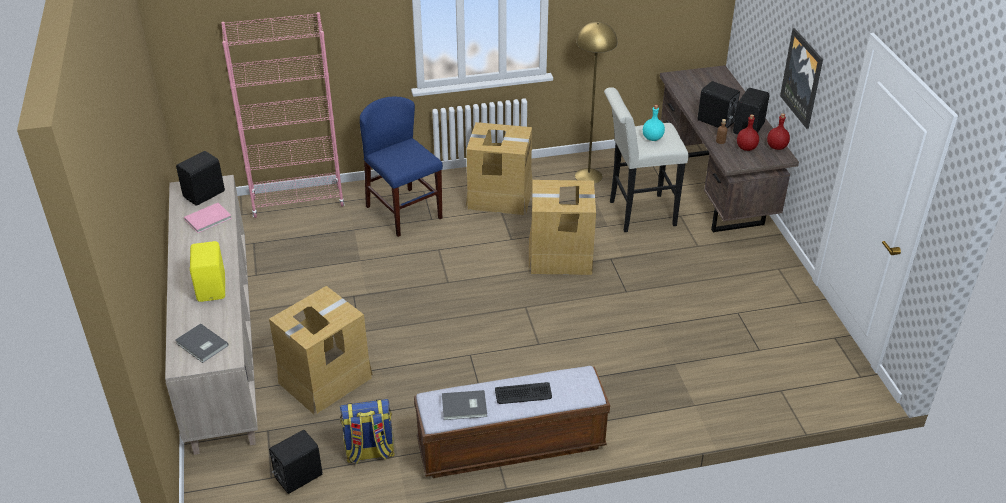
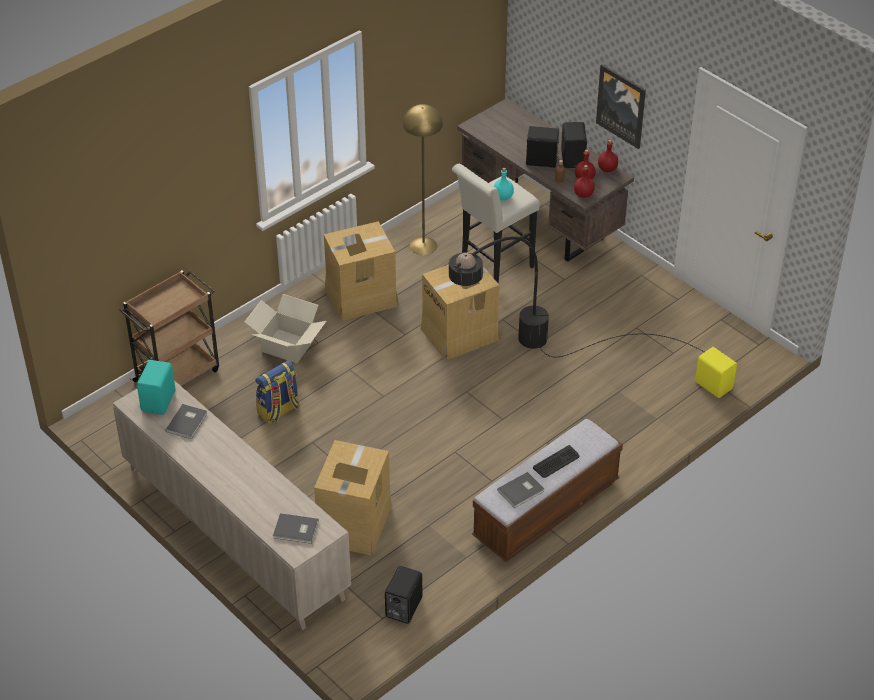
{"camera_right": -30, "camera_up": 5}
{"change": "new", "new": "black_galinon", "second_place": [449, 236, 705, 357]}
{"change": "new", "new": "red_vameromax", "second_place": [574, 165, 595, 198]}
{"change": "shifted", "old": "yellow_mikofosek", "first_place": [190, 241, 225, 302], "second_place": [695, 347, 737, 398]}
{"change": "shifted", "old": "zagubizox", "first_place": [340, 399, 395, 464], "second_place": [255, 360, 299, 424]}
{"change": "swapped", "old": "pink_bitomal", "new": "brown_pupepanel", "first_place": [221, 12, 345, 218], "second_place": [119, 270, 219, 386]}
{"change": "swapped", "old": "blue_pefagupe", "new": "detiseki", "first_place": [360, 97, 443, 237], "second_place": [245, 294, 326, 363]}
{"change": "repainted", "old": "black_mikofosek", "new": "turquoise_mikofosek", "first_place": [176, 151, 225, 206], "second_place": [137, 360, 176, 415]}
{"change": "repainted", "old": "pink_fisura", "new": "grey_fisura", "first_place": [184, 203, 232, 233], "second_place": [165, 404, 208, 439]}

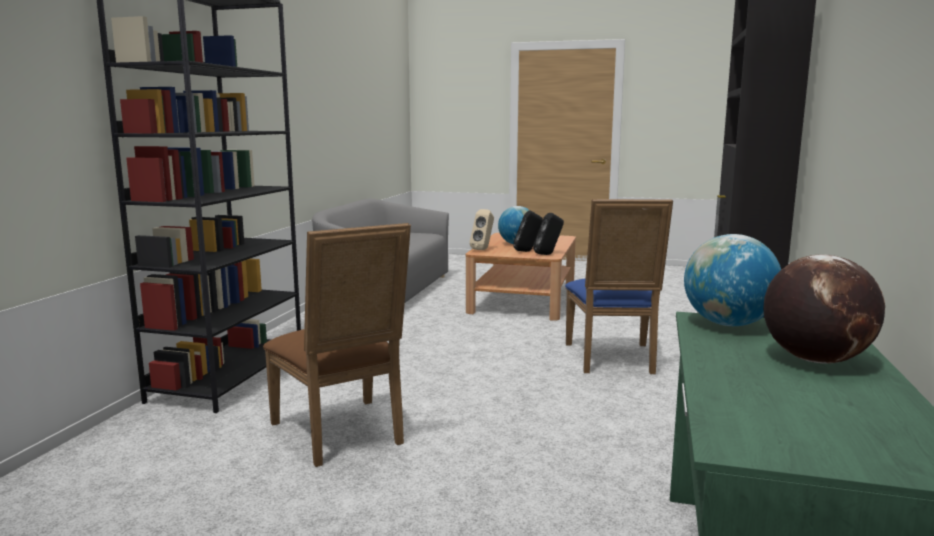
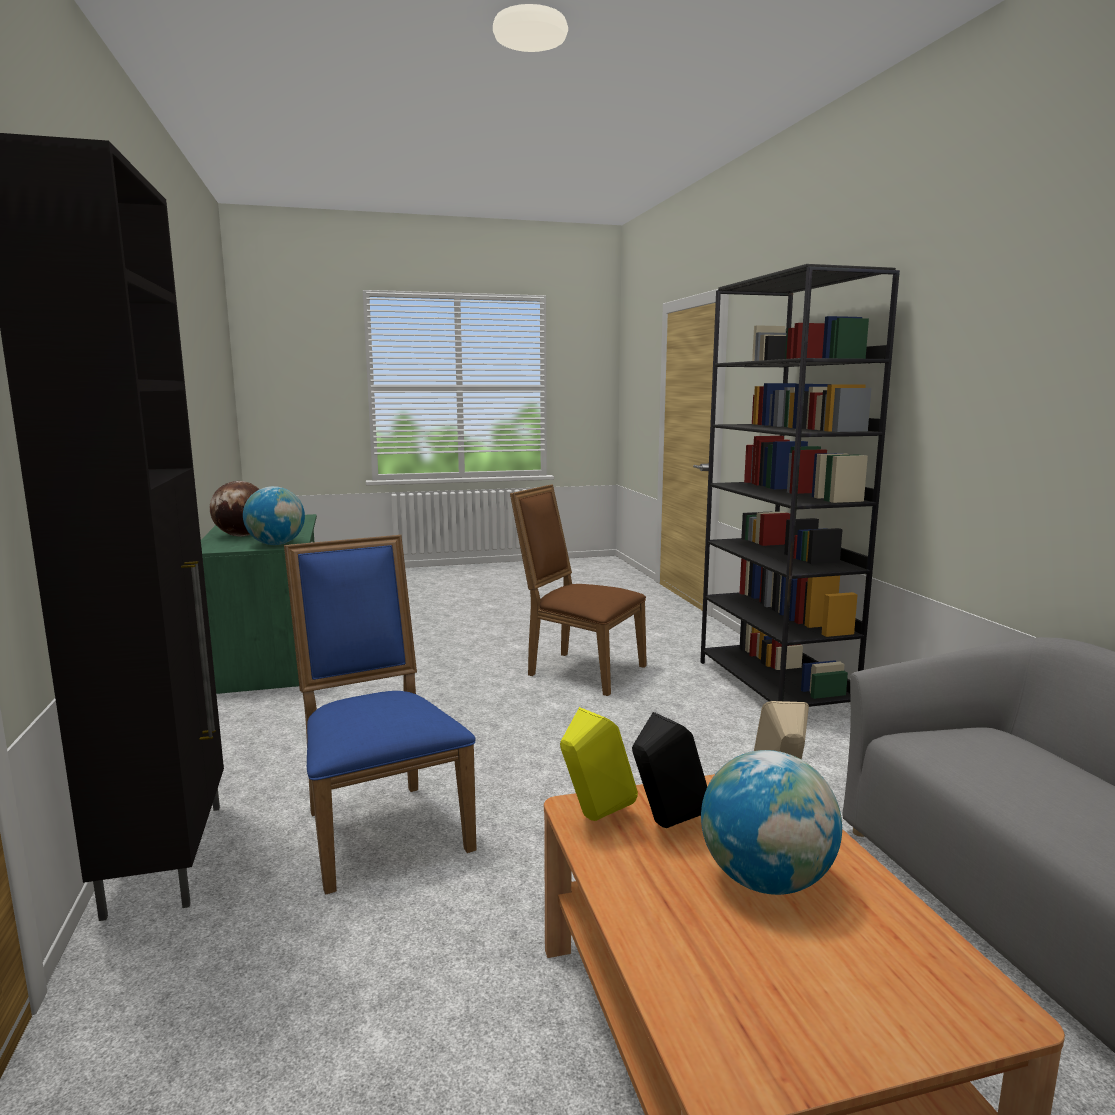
{"camera_right": 150, "camera_up": 0}
{"change": "repainted", "old": "black_mikofosek", "new": "yellow_mikofosek", "first_place": [533, 213, 564, 255], "second_place": [560, 707, 638, 821]}

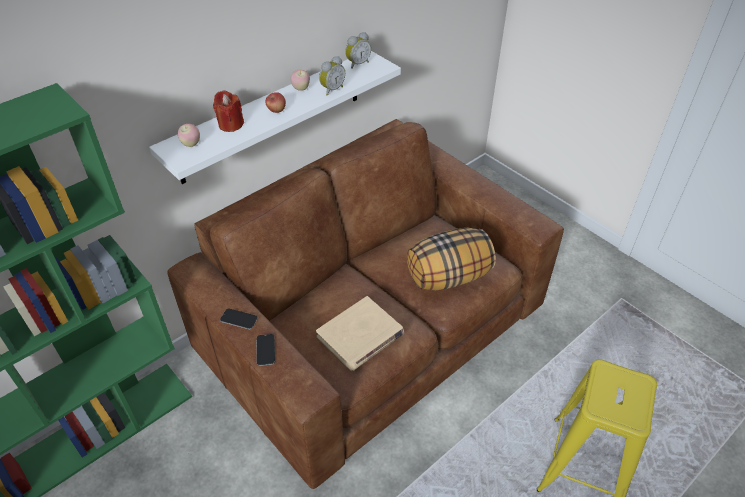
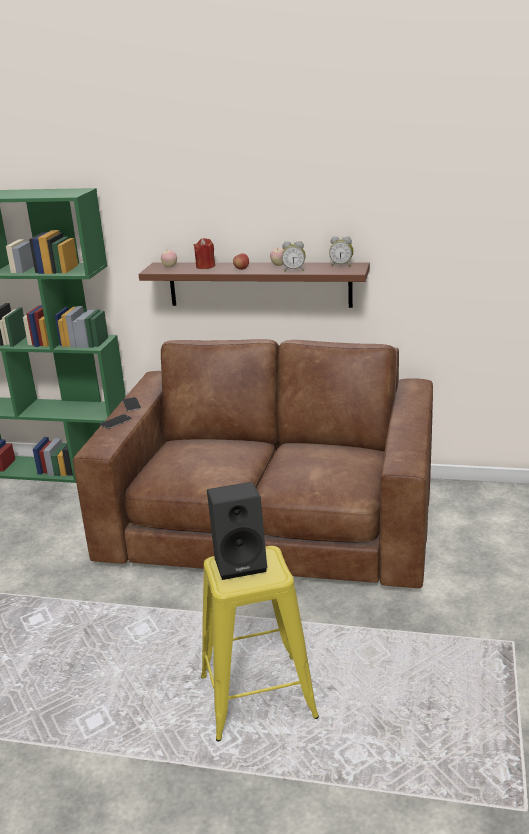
{"camera_right": 55, "camera_up": -20}
{"change": "gone", "old": "beige_fisura", "first_place": [316, 296, 404, 371]}
{"change": "gone", "old": "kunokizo", "first_place": [407, 227, 496, 291]}
{"change": "new", "new": "black_mikofosek", "second_place": [207, 482, 267, 580]}
{"change": "repainted", "old": "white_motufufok", "new": "brown_motufufok", "first_place": [149, 51, 401, 184], "second_place": [139, 262, 370, 308]}

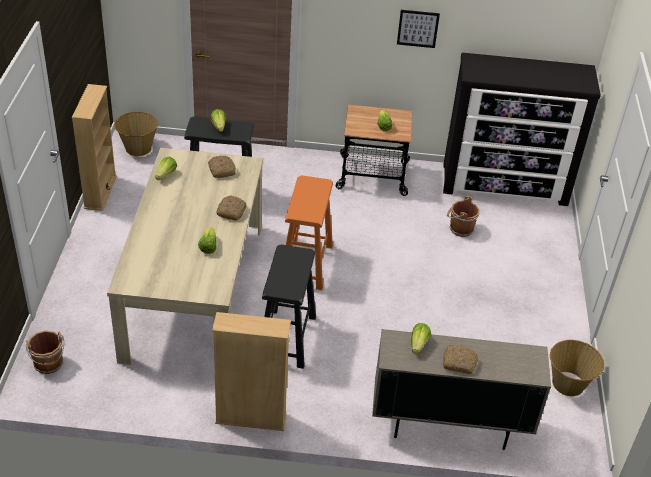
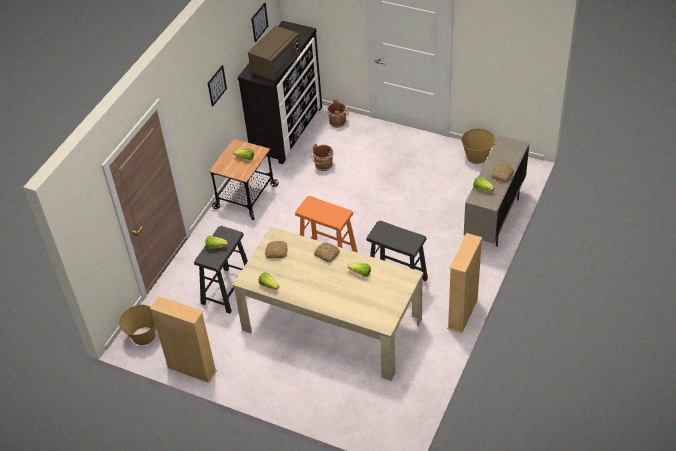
{"camera_right": -65, "camera_up": 5}
{"change": "new", "new": "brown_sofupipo", "second_place": [248, 26, 301, 81]}
{"change": "new", "new": "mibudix", "second_place": [251, 2, 268, 42]}
{"change": "shifted", "old": "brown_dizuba", "first_place": [26, 331, 64, 374], "second_place": [327, 99, 349, 128]}

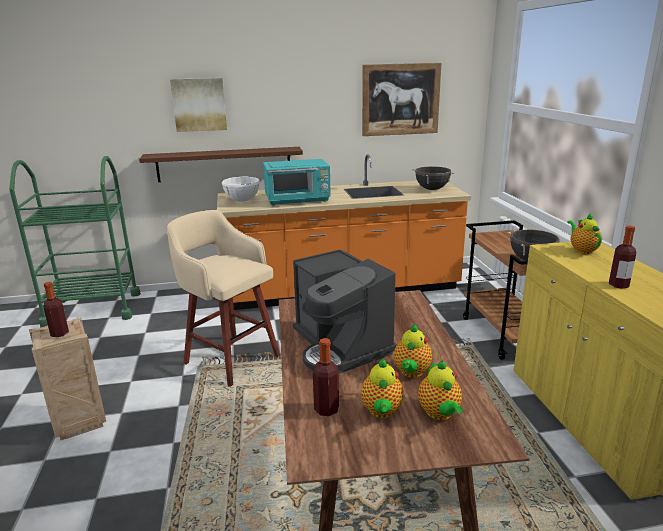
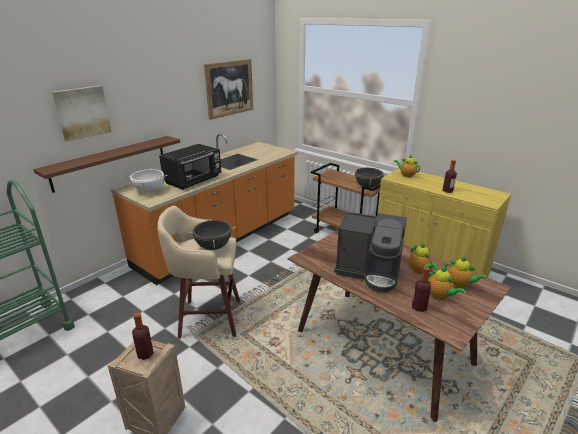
{"camera_right": -40, "camera_up": 5}
{"change": "shifted", "old": "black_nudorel", "first_place": [412, 166, 455, 190], "second_place": [188, 219, 236, 250]}
{"change": "repainted", "old": "turquoise_sofupipo", "new": "black_sofupipo", "first_place": [263, 159, 331, 206], "second_place": [159, 144, 221, 190]}

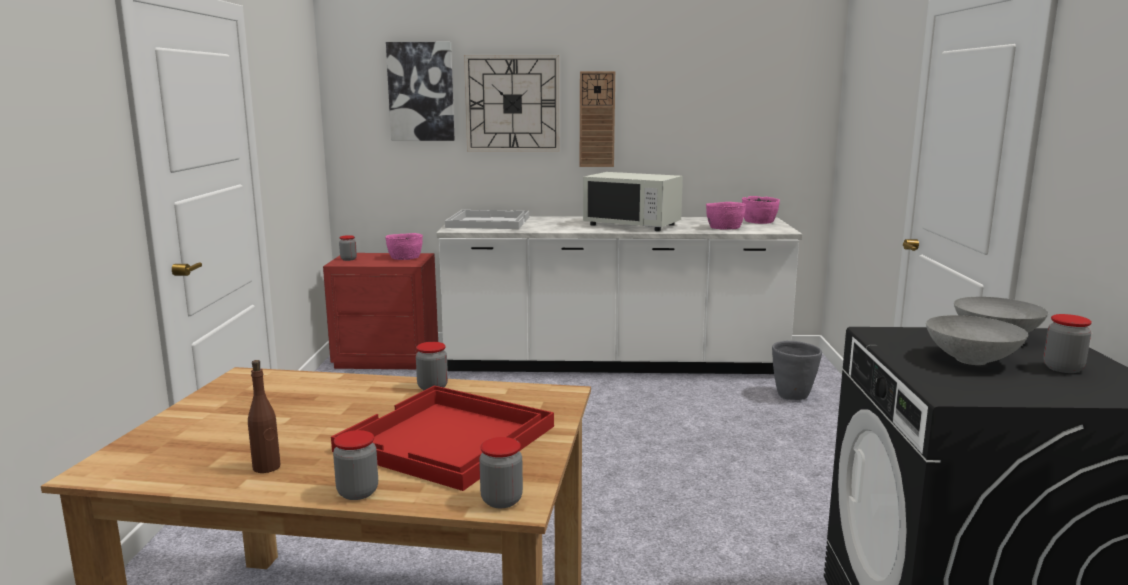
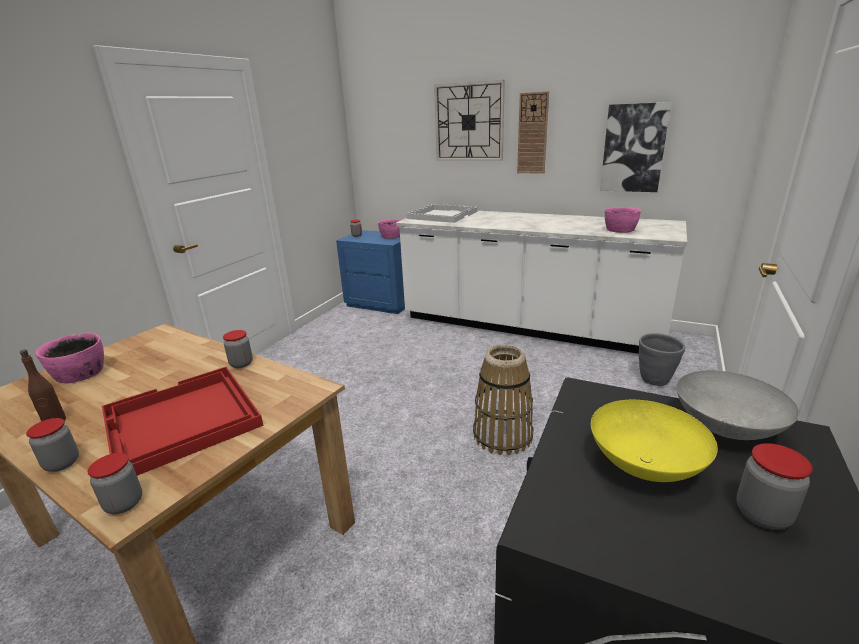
{"camera_right": 25, "camera_up": 10}
{"change": "gone", "old": "white_sofupipo", "first_place": [583, 172, 683, 231]}
{"change": "new", "new": "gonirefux", "second_place": [473, 345, 534, 455]}
{"change": "shifted", "old": "mibudix", "first_place": [386, 42, 455, 141], "second_place": [600, 102, 671, 192]}
{"change": "shifted", "old": "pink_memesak", "first_place": [742, 196, 780, 224], "second_place": [35, 333, 104, 383]}
{"change": "repainted", "old": "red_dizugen", "new": "blue_dizugen", "first_place": [323, 253, 438, 369], "second_place": [336, 230, 405, 314]}
{"change": "repainted", "old": "grey_memesak", "new": "yellow_memesak", "first_place": [926, 315, 1028, 365], "second_place": [591, 400, 718, 482]}

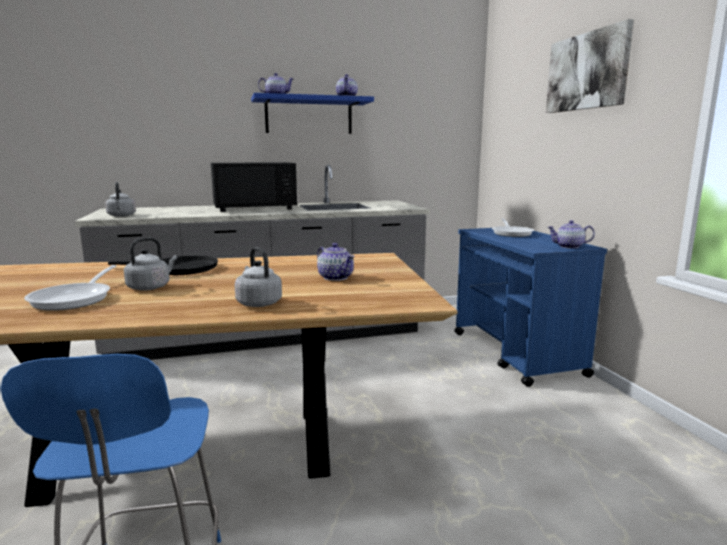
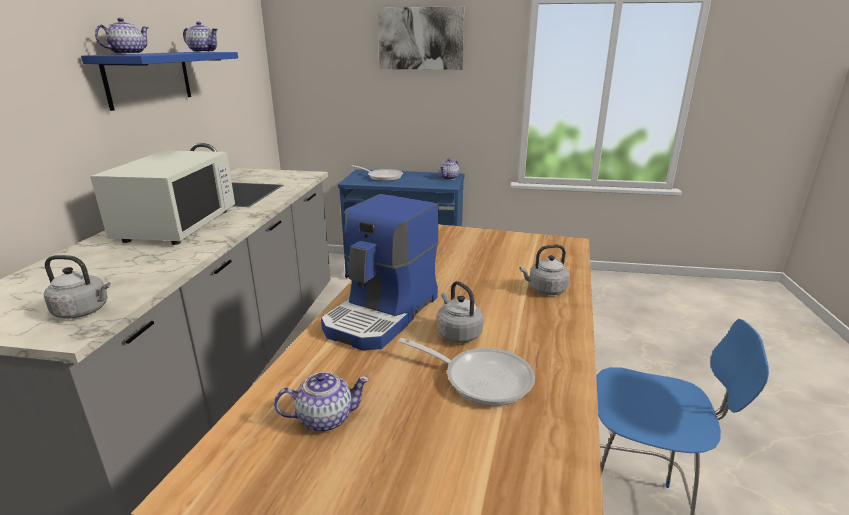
{"camera_right": -65, "camera_up": 10}
{"change": "shifted", "old": "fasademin", "first_place": [317, 243, 355, 281], "second_place": [274, 372, 370, 432]}
{"change": "swapped", "old": "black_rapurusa", "new": "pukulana", "first_place": [108, 255, 218, 275], "second_place": [321, 194, 439, 350]}
{"change": "repainted", "old": "black_sofupipo", "new": "white_sofupipo", "first_place": [211, 162, 297, 212], "second_place": [90, 150, 235, 245]}

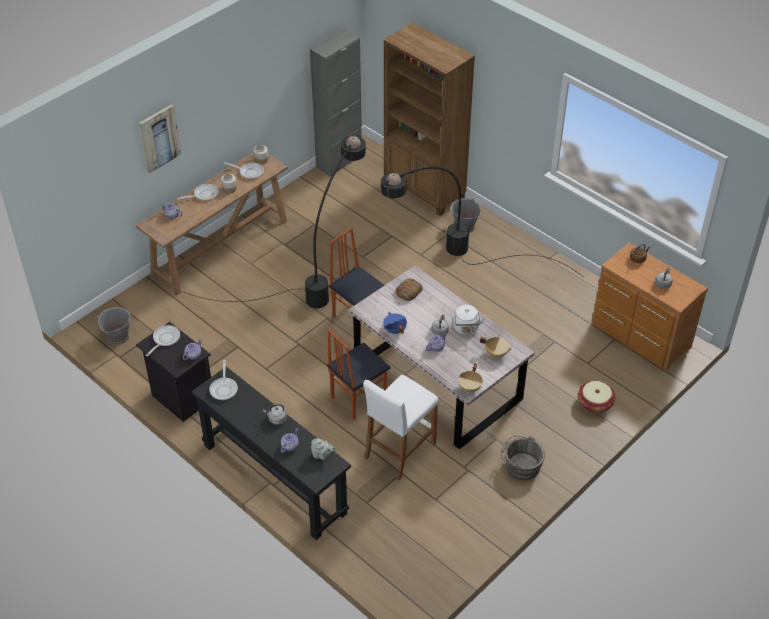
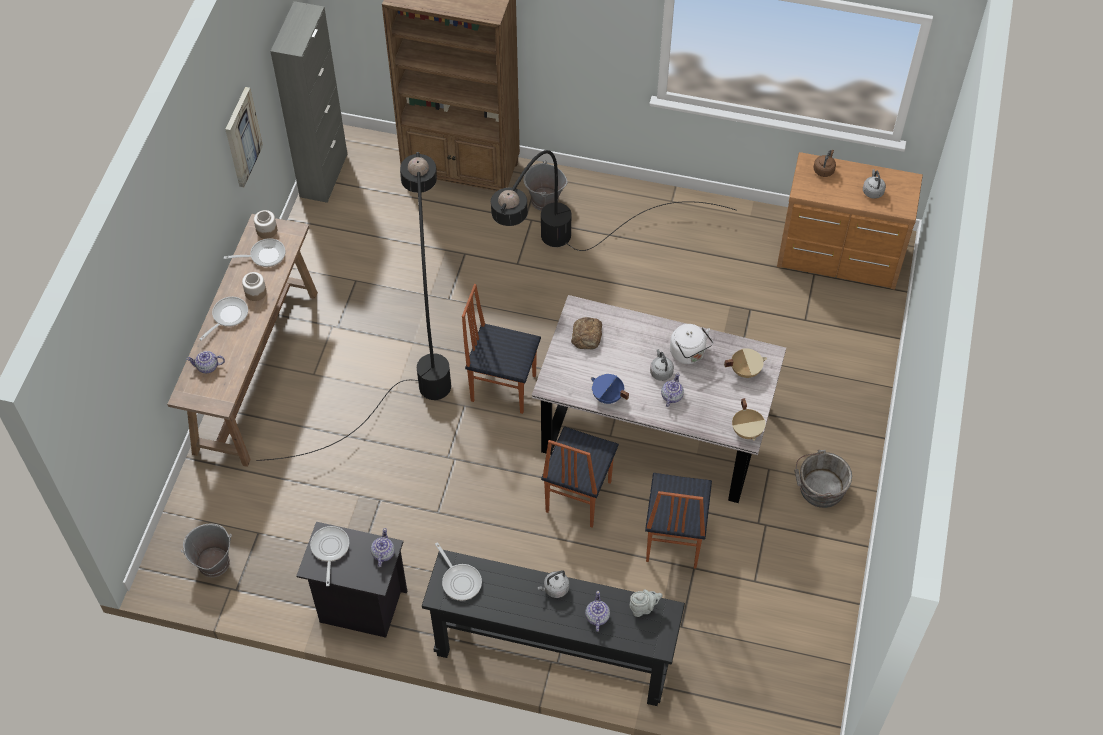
{"camera_right": -30, "camera_up": 10}
{"change": "gone", "old": "gonirefux", "first_place": [578, 381, 615, 413]}
{"change": "shifted", "old": "mibudix", "first_place": [139, 104, 181, 173], "second_place": [225, 87, 263, 187]}
{"change": "swapped", "old": "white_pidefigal", "new": "pefagupe", "first_place": [363, 375, 438, 480], "second_place": [645, 473, 712, 569]}

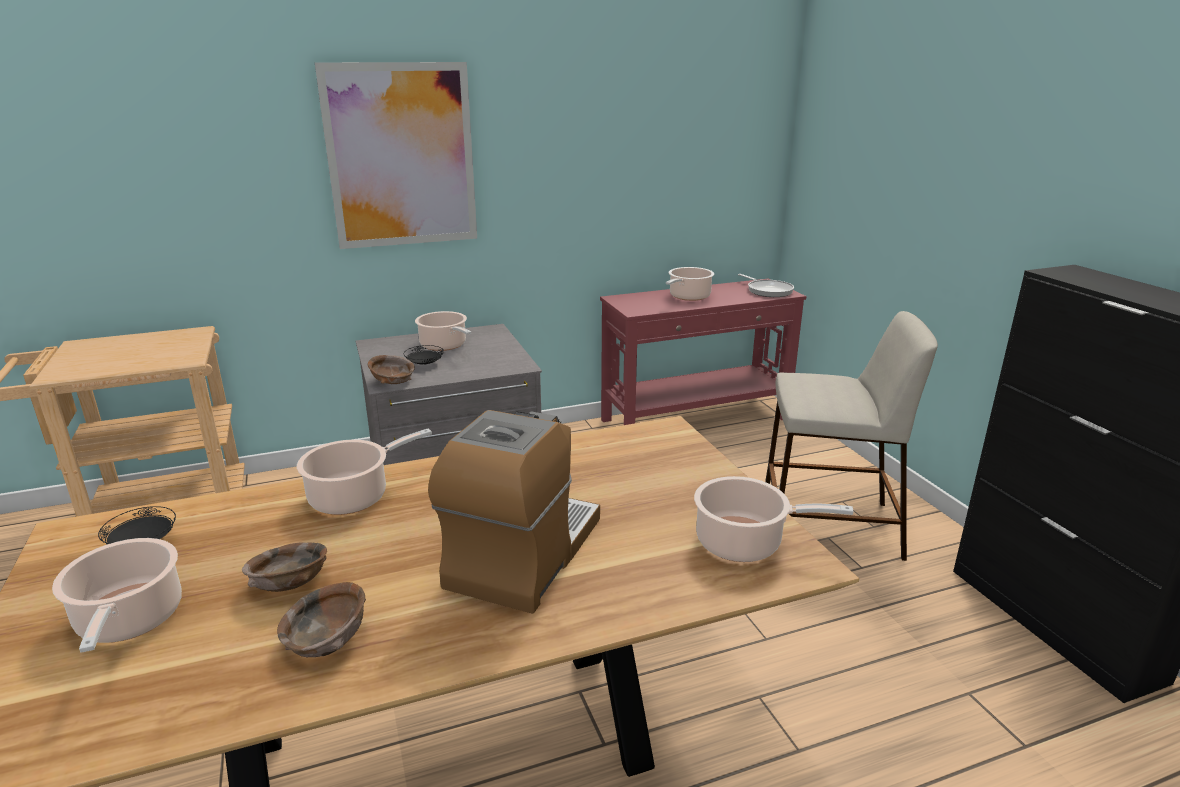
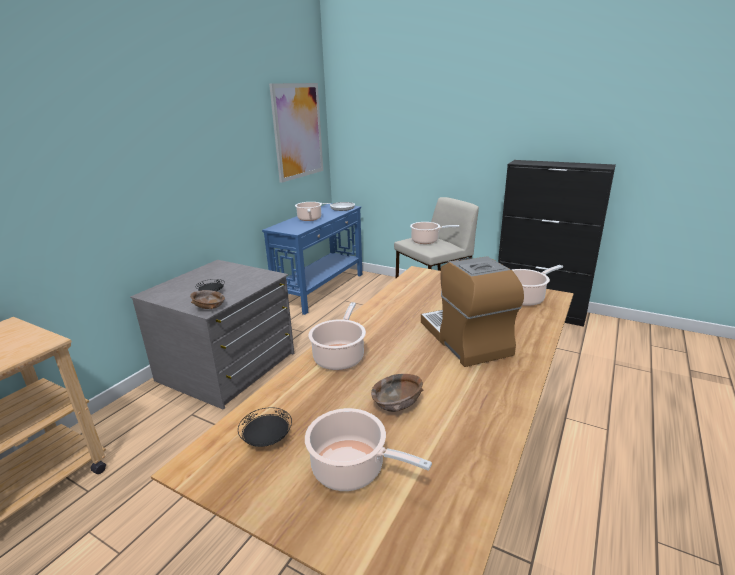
{"camera_right": -40, "camera_up": 0}
{"change": "gone", "old": "brown_memesak", "first_place": [277, 582, 366, 657]}
{"change": "shifted", "old": "mibudix", "first_place": [315, 62, 477, 249], "second_place": [269, 83, 323, 183]}
{"change": "shifted", "old": "nudorel", "first_place": [415, 311, 471, 351], "second_place": [410, 222, 459, 244]}
{"change": "repainted", "old": "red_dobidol", "new": "blue_dobidol", "first_place": [600, 279, 806, 425], "second_place": [262, 203, 362, 315]}

